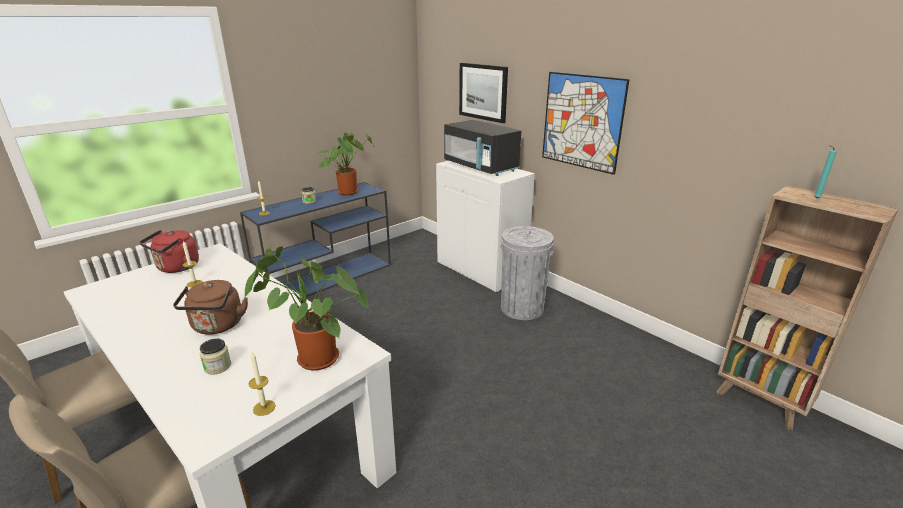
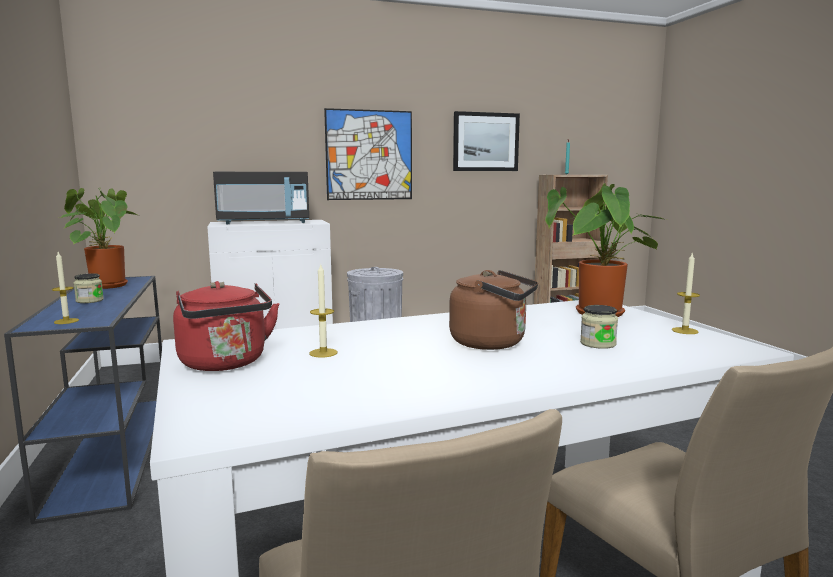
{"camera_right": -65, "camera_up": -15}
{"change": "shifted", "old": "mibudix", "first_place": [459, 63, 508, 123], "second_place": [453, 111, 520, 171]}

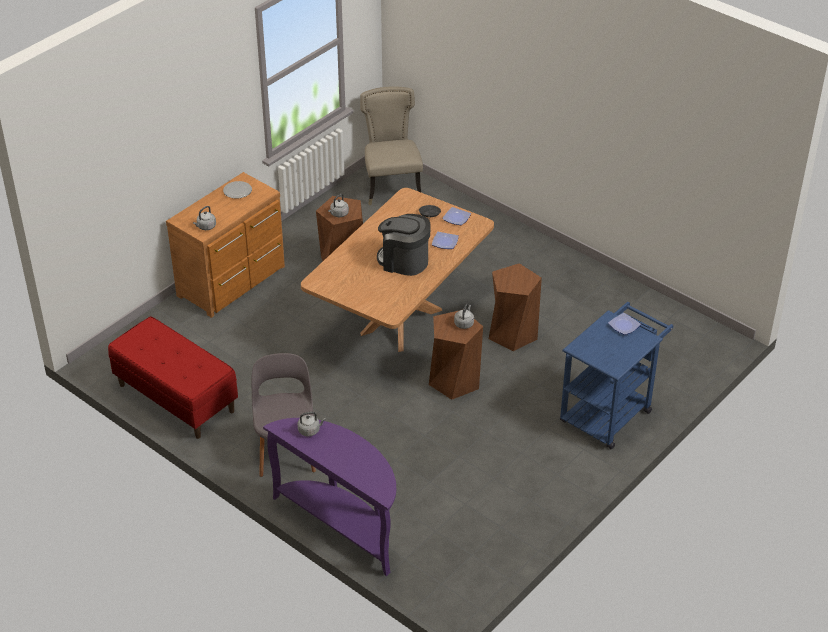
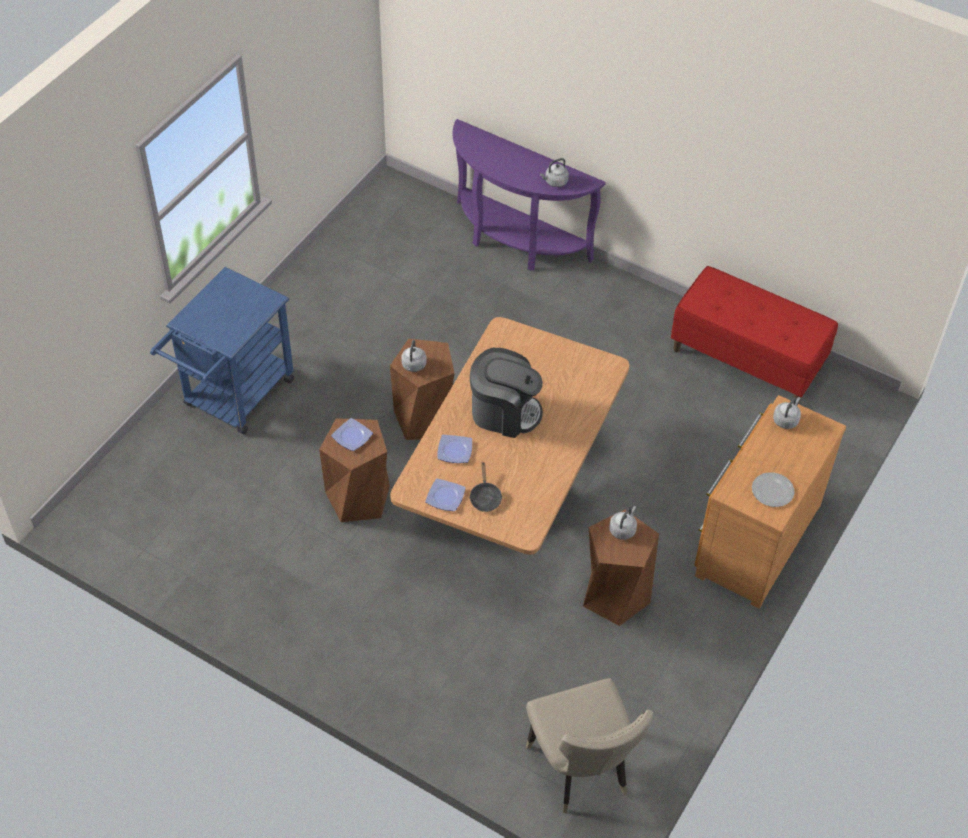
{"camera_right": 170, "camera_up": 10}
{"change": "gone", "old": "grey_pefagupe", "first_place": [252, 353, 316, 477]}
{"change": "shifted", "old": "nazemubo", "first_place": [608, 313, 641, 335], "second_place": [331, 418, 373, 451]}

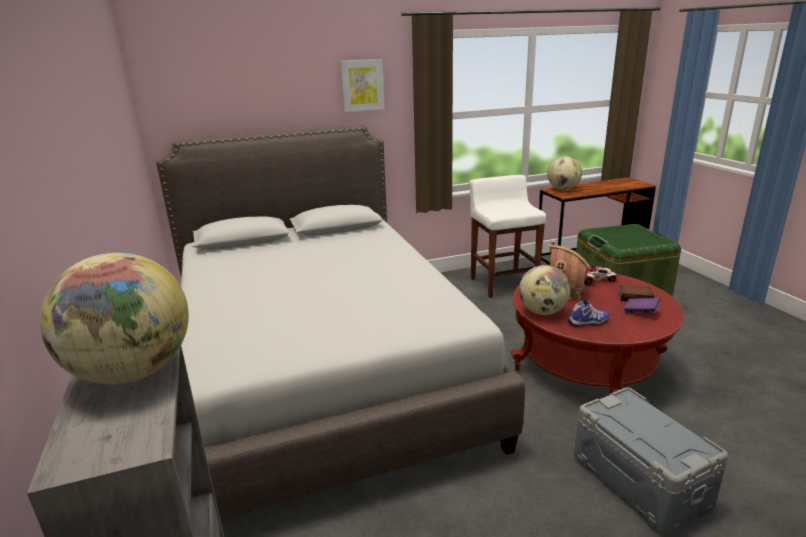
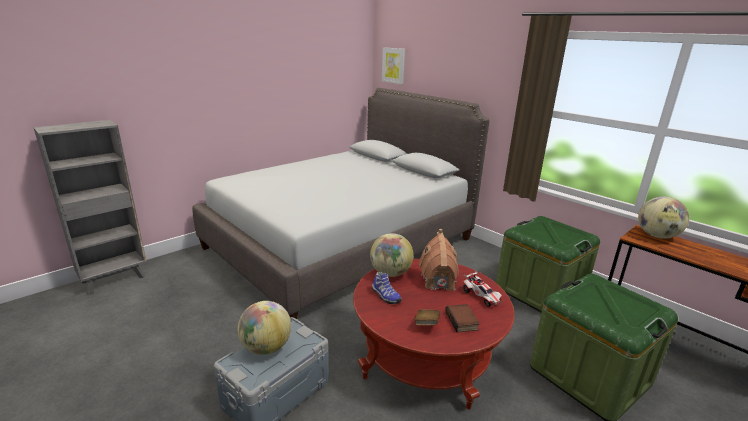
{"camera_right": 65, "camera_up": 0}
{"change": "shifted", "old": "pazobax", "first_place": [40, 253, 189, 385], "second_place": [238, 301, 291, 355]}
{"change": "shifted", "old": "mibudix", "first_place": [340, 59, 385, 112], "second_place": [382, 47, 405, 84]}
{"change": "swapped", "old": "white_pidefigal", "new": "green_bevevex", "first_place": [469, 175, 546, 298], "second_place": [496, 216, 600, 312]}
{"change": "repainted", "old": "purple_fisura", "new": "brown_fisura", "first_place": [623, 298, 660, 313], "second_place": [414, 309, 440, 325]}

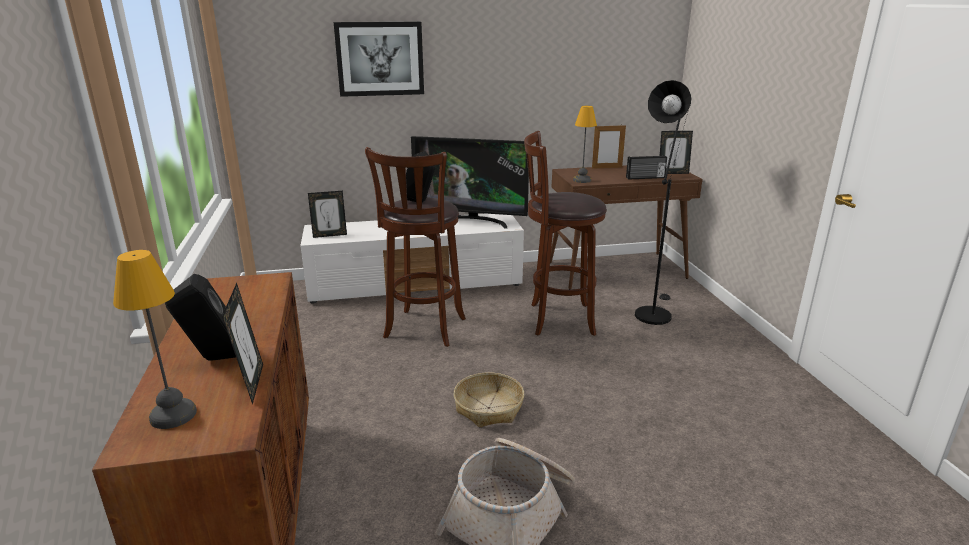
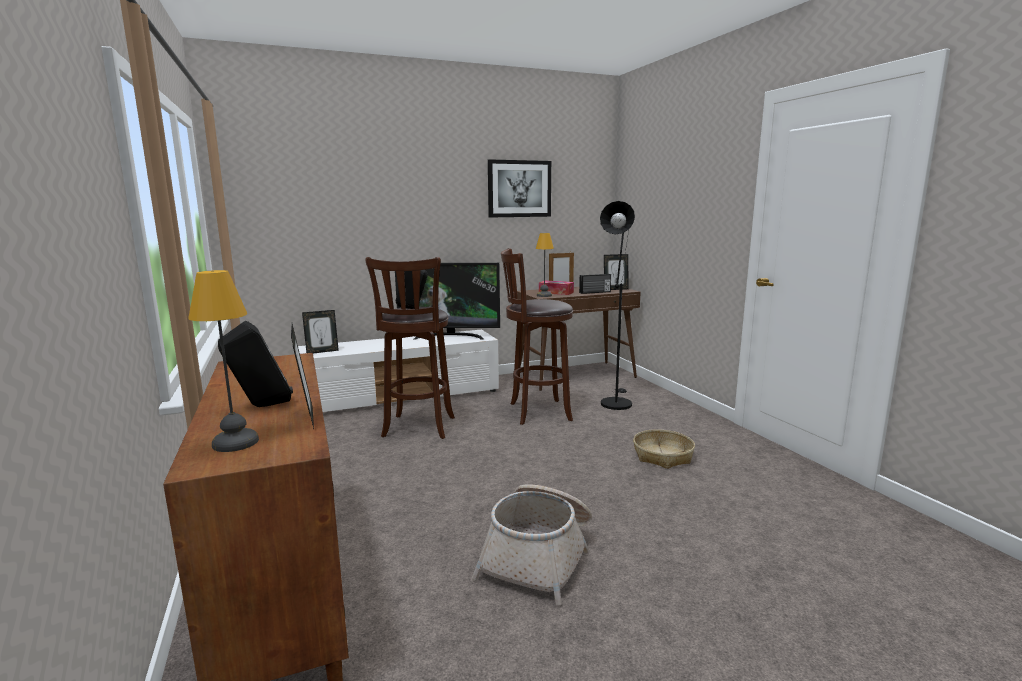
{"camera_right": -10, "camera_up": -10}
{"change": "new", "new": "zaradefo", "second_place": [539, 281, 574, 295]}
{"change": "shifted", "old": "mibudix", "first_place": [334, 22, 424, 97], "second_place": [488, 159, 551, 217]}
{"change": "shifted", "old": "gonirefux", "first_place": [453, 372, 524, 427], "second_place": [633, 430, 695, 469]}

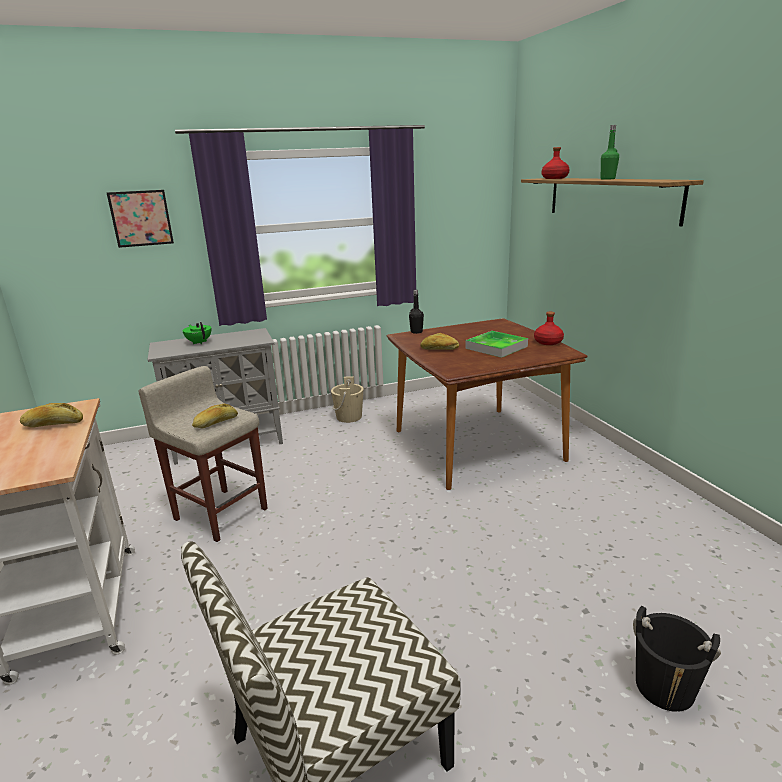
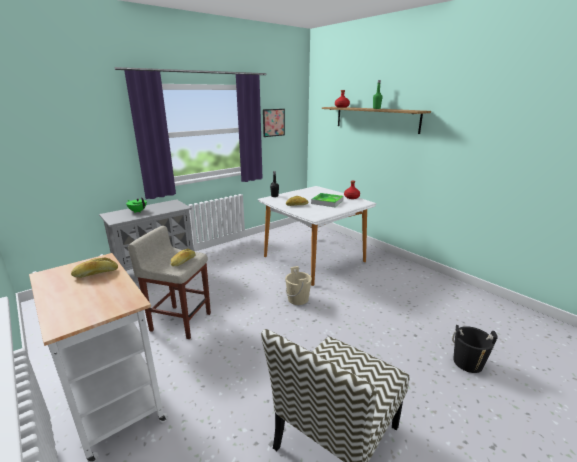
{"camera_right": -20, "camera_up": 0}
{"change": "shifted", "old": "mibudix", "first_place": [107, 190, 174, 248], "second_place": [263, 109, 285, 137]}
{"change": "shifted", "old": "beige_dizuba", "first_place": [331, 376, 364, 423], "second_place": [285, 266, 312, 305]}
{"change": "repainted", "old": "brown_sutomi", "new": "white_sutomi", "first_place": [387, 318, 588, 490], "second_place": [258, 186, 377, 286]}

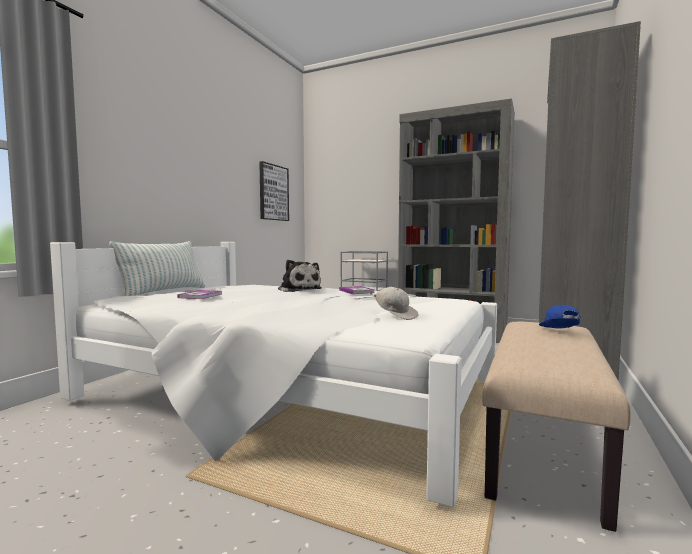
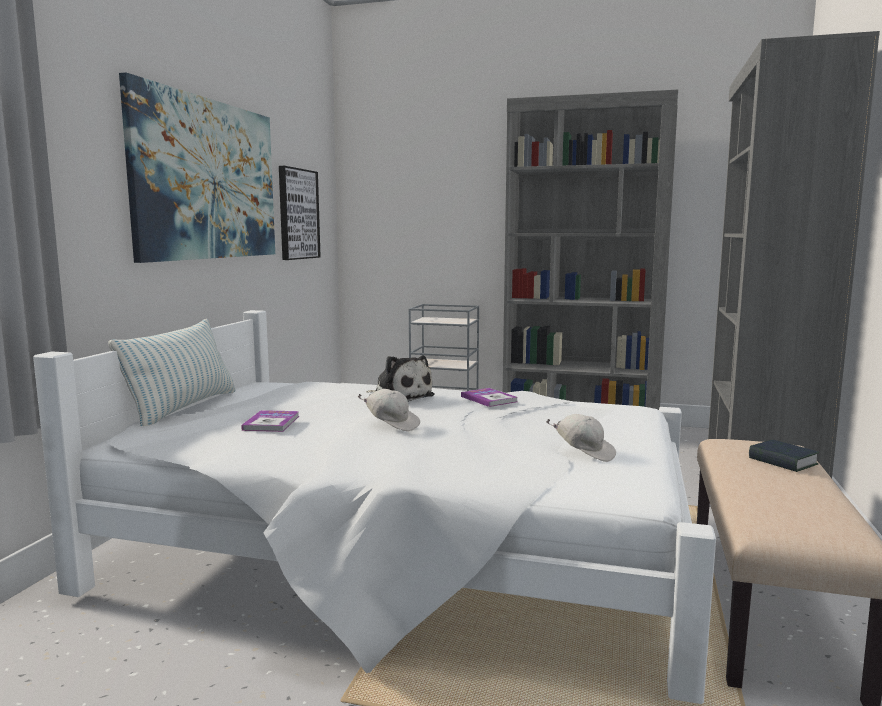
{"camera_right": -10, "camera_up": 5}
{"change": "new", "new": "mibudix", "second_place": [119, 72, 275, 263]}
{"change": "new", "new": "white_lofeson", "second_place": [358, 389, 420, 431]}
{"change": "swapped", "old": "blue_lofeson", "new": "fisura", "first_place": [539, 305, 581, 329], "second_place": [749, 440, 819, 472]}

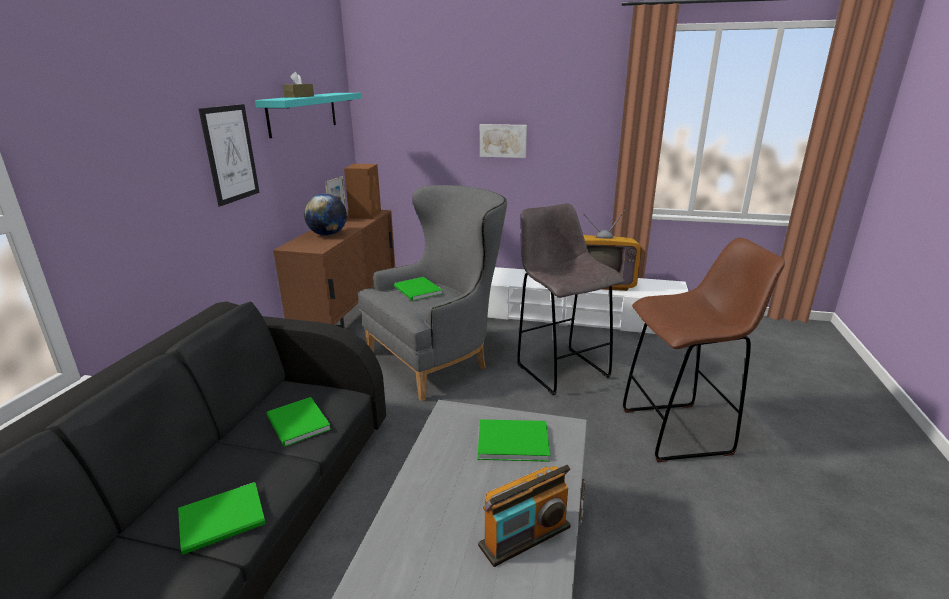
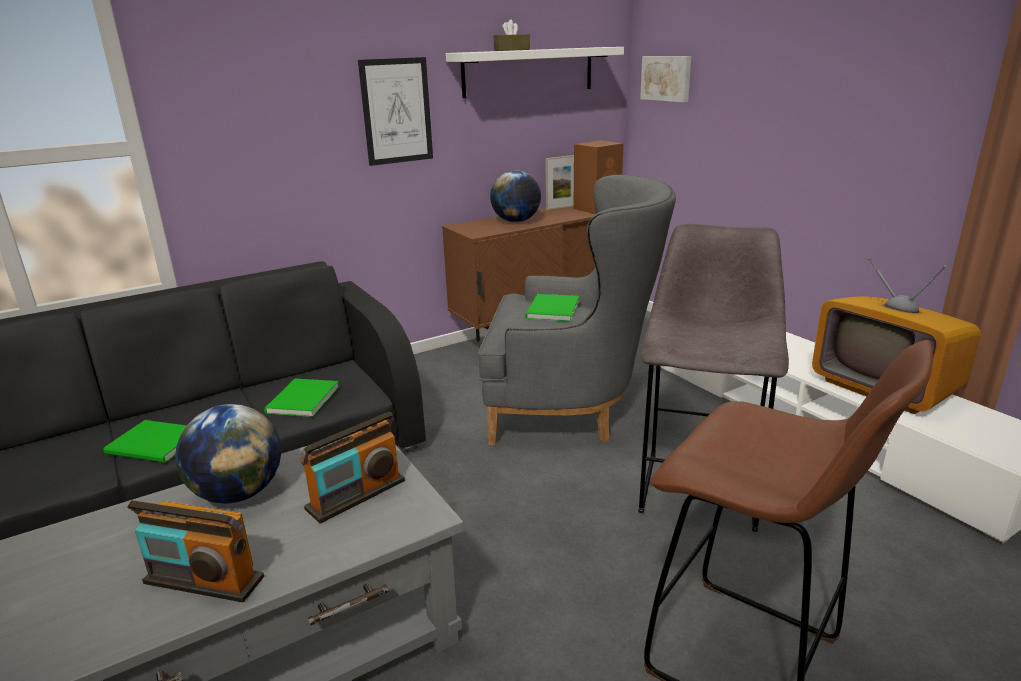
{"camera_right": 45, "camera_up": 0}
{"change": "new", "new": "pazobax", "second_place": [175, 404, 281, 503]}
{"change": "shifted", "old": "mibudix", "first_place": [480, 124, 527, 158], "second_place": [640, 56, 691, 102]}
{"change": "swapped", "old": "green_fisura", "new": "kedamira", "first_place": [478, 419, 550, 462], "second_place": [300, 412, 405, 524]}
{"change": "repainted", "old": "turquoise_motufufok", "new": "white_motufufok", "first_place": [255, 93, 362, 138], "second_place": [446, 47, 624, 98]}

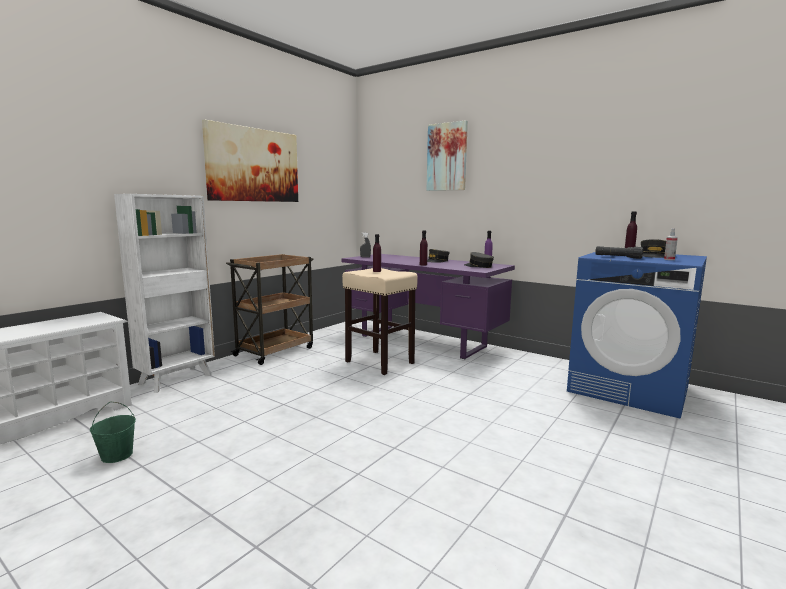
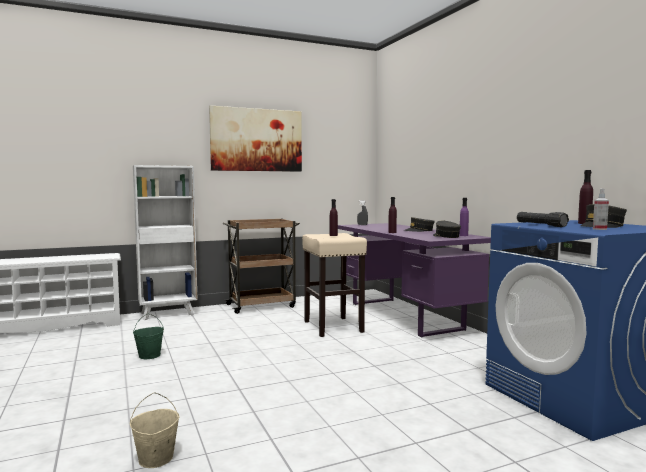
{"camera_right": 30, "camera_up": -5}
{"change": "gone", "old": "mibudix", "first_place": [427, 120, 468, 191]}
{"change": "new", "new": "beige_dizuba", "second_place": [130, 392, 179, 468]}
{"change": "shifted", "old": "green_dizuba", "first_place": [90, 402, 136, 463], "second_place": [133, 314, 164, 359]}

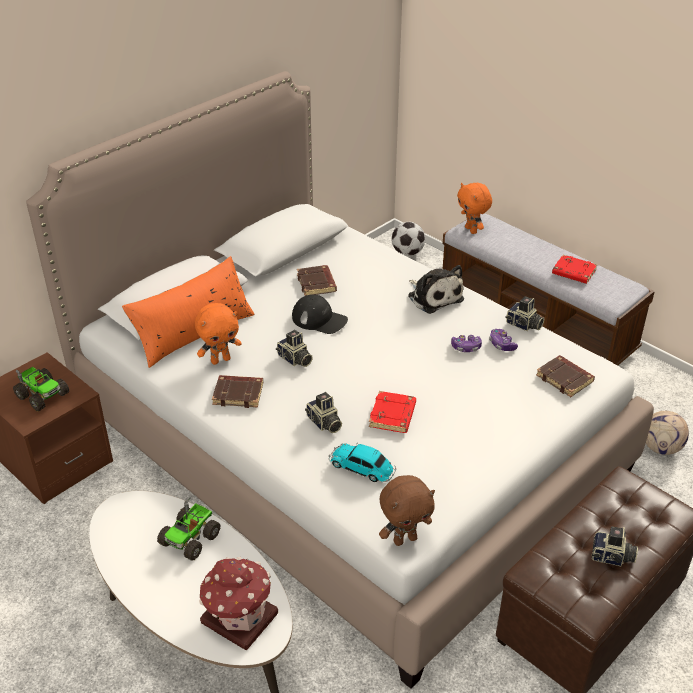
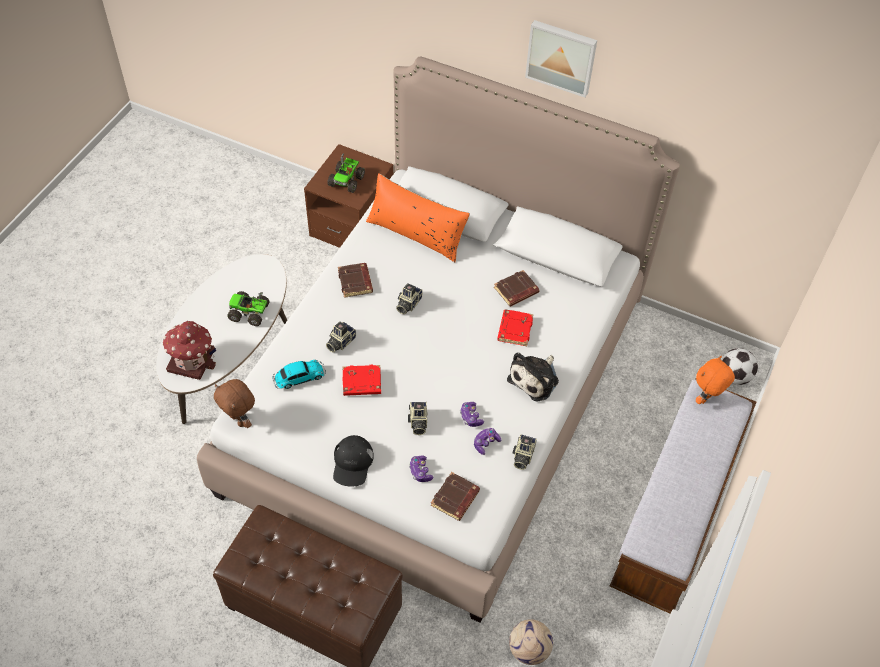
{"camera_right": 70, "camera_up": 15}
{"change": "gone", "old": "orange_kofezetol", "first_place": [195, 303, 242, 365]}
{"change": "new", "new": "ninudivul", "second_place": [409, 455, 434, 482]}
{"change": "new", "new": "mibudix", "second_place": [525, 20, 597, 98]}
{"change": "shifted", "old": "black_lofeson", "first_place": [292, 295, 348, 334], "second_place": [333, 435, 374, 487]}
{"change": "shifted", "old": "red_fisura", "first_place": [552, 255, 597, 284], "second_place": [497, 310, 533, 346]}
{"change": "shifted", "old": "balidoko", "first_place": [592, 527, 638, 566], "second_place": [408, 402, 428, 435]}
{"change": "rotated", "old": "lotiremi", "first_place": [329, 442, 396, 482], "second_place": [272, 360, 326, 389], "degrees": 60}

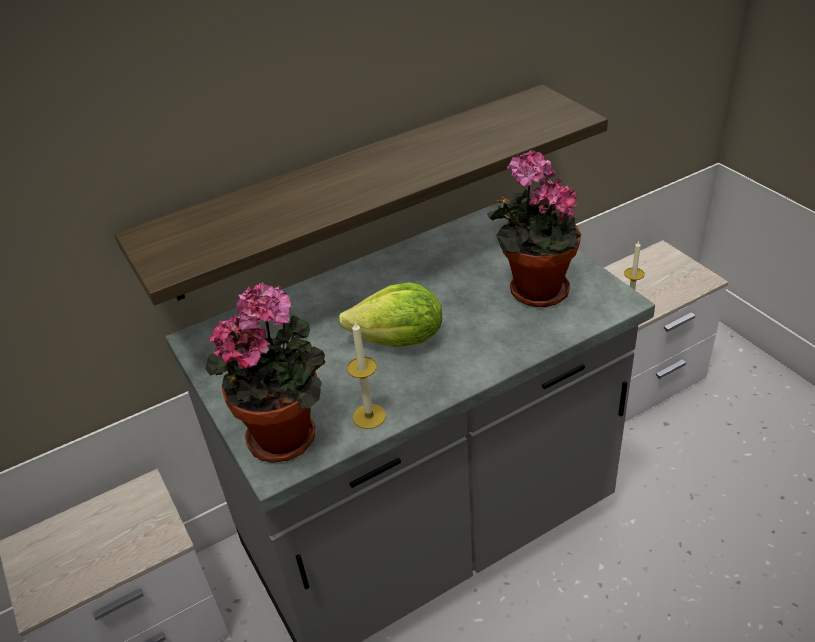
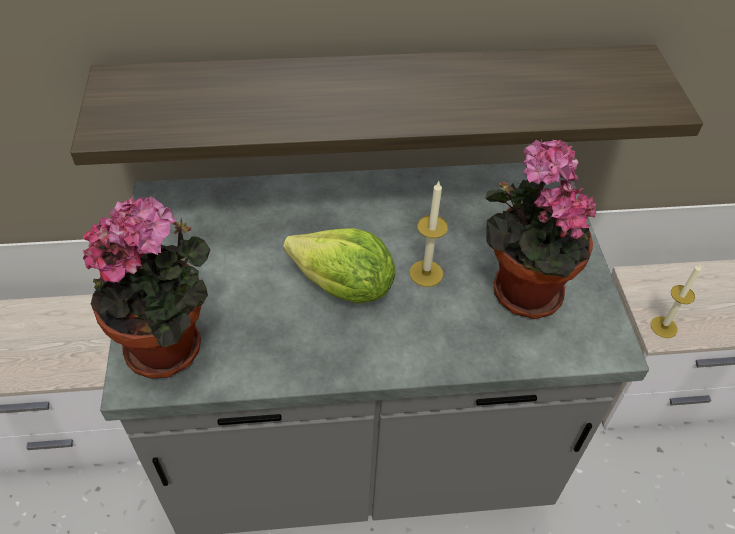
{"camera_right": 20, "camera_up": 10}
{"change": "shifted", "old": "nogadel", "first_place": [347, 322, 386, 429], "second_place": [410, 180, 448, 287]}

